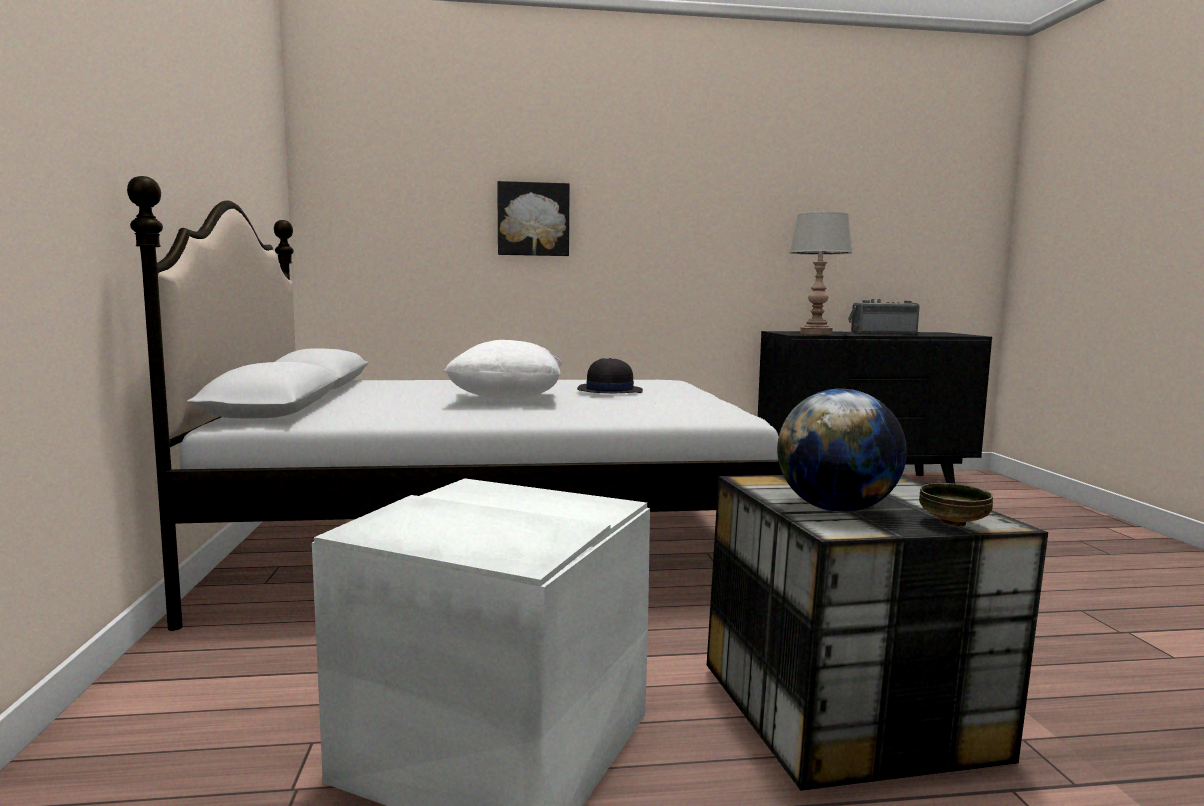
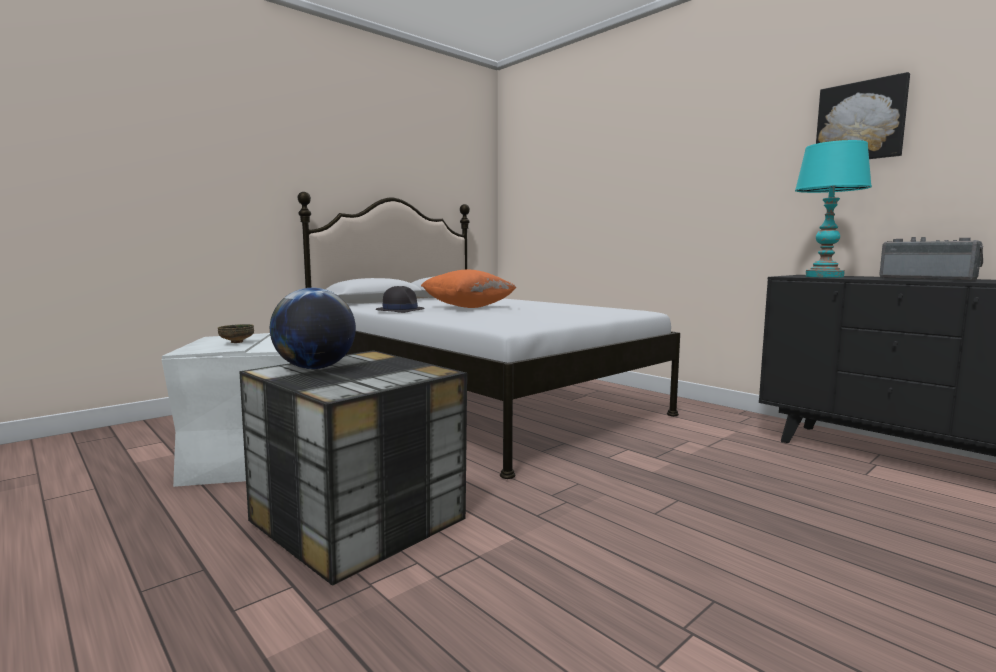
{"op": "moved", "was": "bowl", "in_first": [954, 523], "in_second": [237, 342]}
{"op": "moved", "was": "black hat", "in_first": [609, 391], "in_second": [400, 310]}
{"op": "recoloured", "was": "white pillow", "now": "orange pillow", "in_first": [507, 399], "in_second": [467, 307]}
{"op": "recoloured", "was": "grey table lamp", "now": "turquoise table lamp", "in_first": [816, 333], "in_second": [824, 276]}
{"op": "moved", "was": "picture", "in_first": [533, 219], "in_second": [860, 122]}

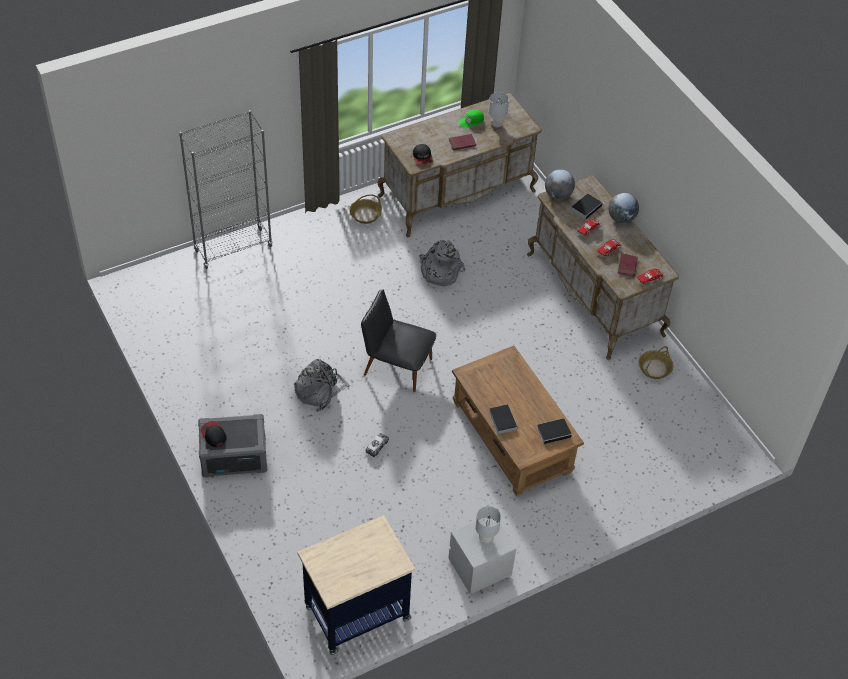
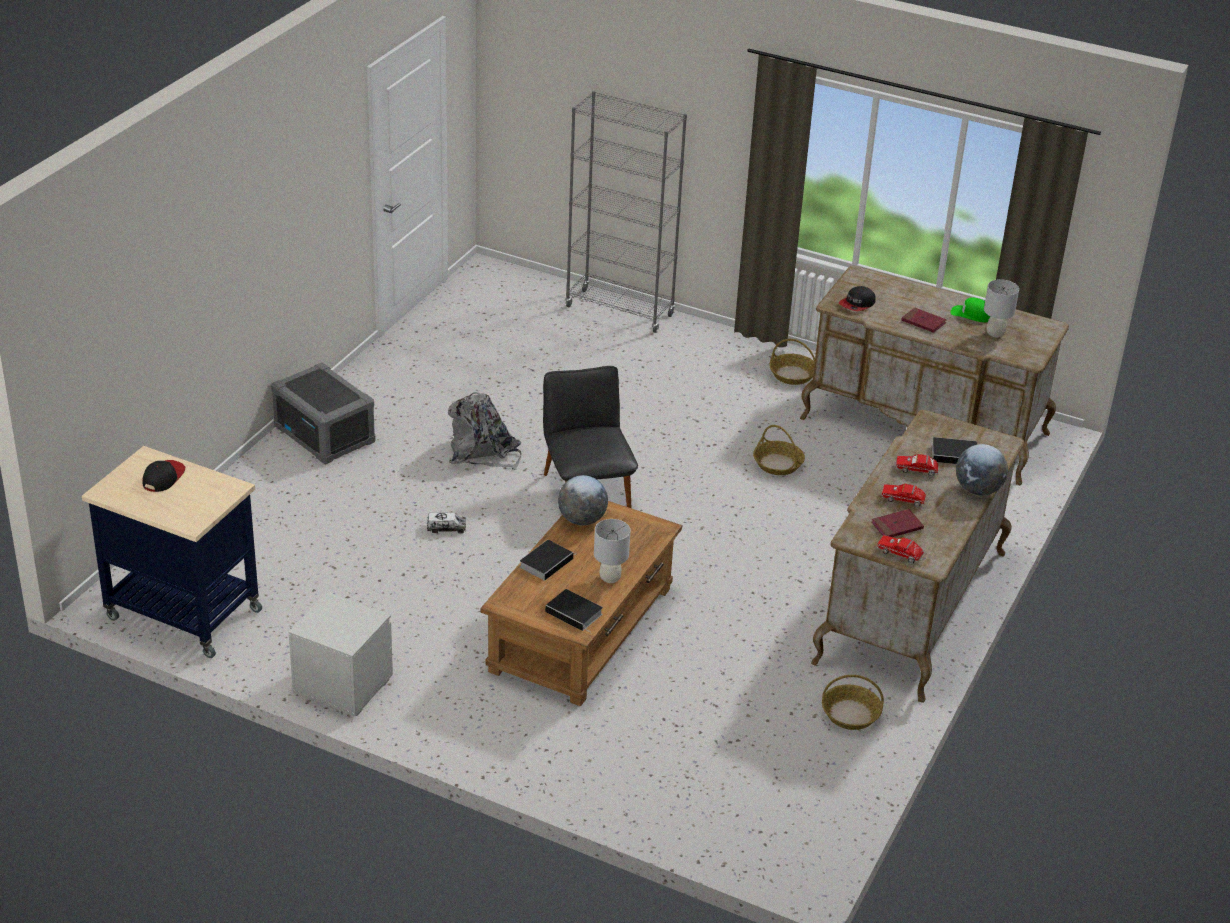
{"op": "moved", "was": "cap", "in_first": [213, 435], "in_second": [163, 477]}
{"op": "moved", "was": "globe", "in_first": [558, 195], "in_second": [582, 520]}
{"op": "moved", "was": "grey table lamp", "in_first": [486, 539], "in_second": [609, 579]}
{"op": "replaced", "was": "grey backpack", "now": "basket", "in_first": [439, 271], "in_second": [778, 464]}

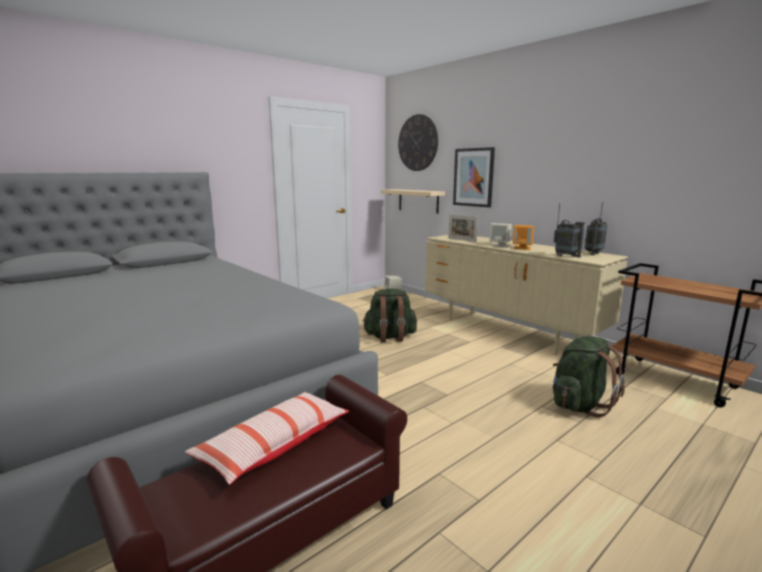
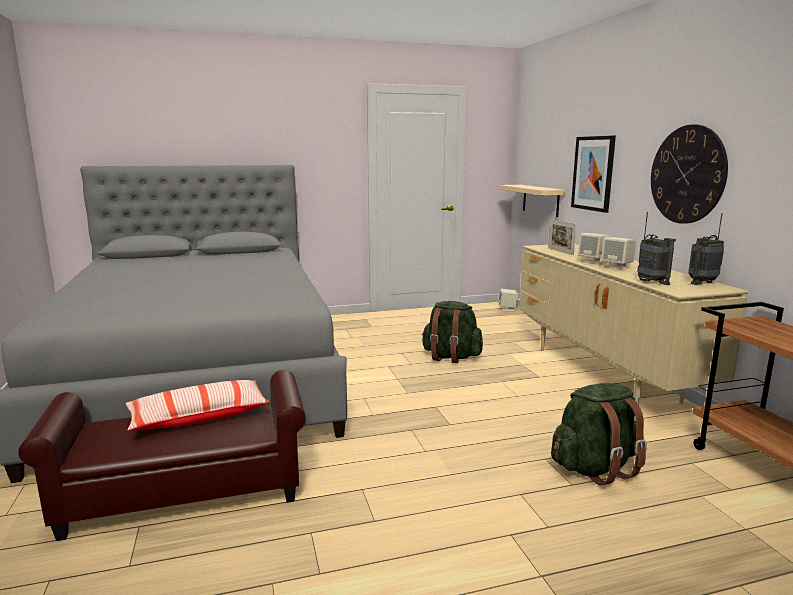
{"op": "recoloured", "was": "orange speaker", "now": "beige speaker", "in_first": [522, 248], "in_second": [617, 267]}
{"op": "moved", "was": "wall clock", "in_first": [418, 143], "in_second": [687, 174]}

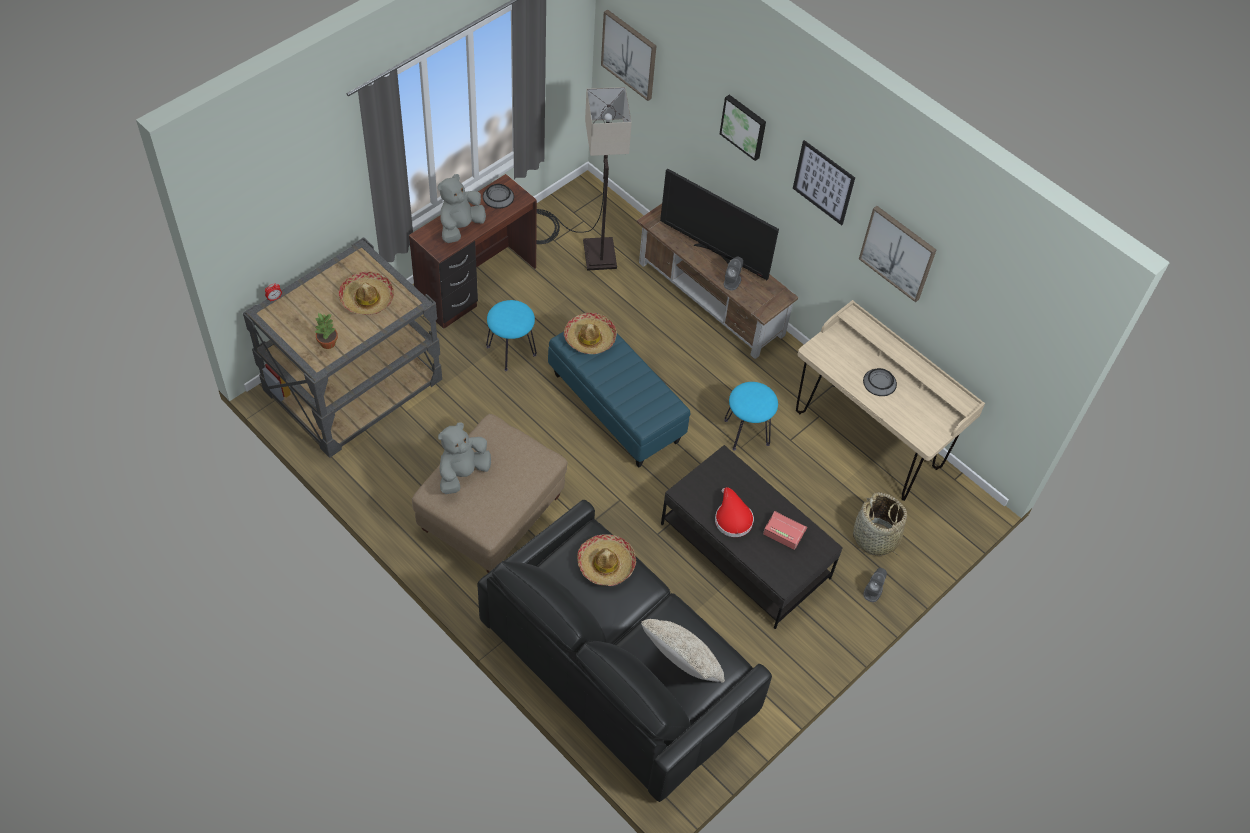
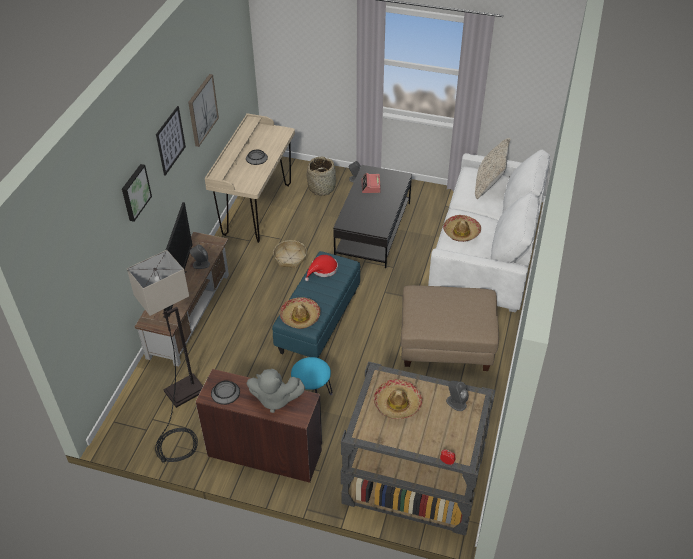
{"op": "replaced", "was": "turquoise stool", "now": "basket", "in_first": [747, 432], "in_second": [290, 258]}
{"op": "moved", "was": "red hat", "in_first": [732, 518], "in_second": [322, 270]}
{"op": "recoloured", "was": "black sofa", "now": "white sofa", "in_first": [617, 666], "in_second": [486, 249]}
{"op": "replaced", "was": "potted plant", "now": "grey speaker", "in_first": [328, 343], "in_second": [456, 403]}
{"op": "removed", "was": "grey plush toy", "in_first": [462, 473]}
{"op": "removed", "was": "picture", "in_first": [629, 54]}

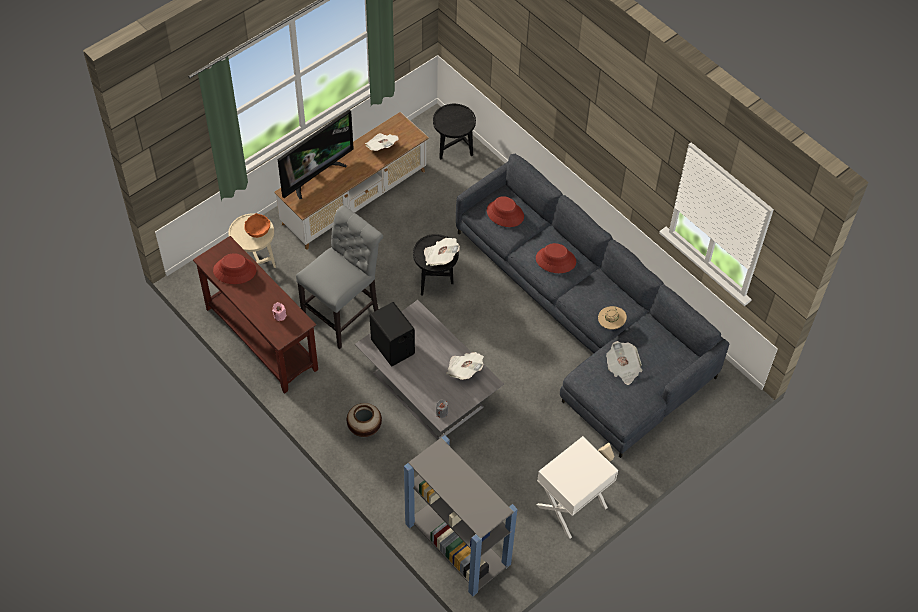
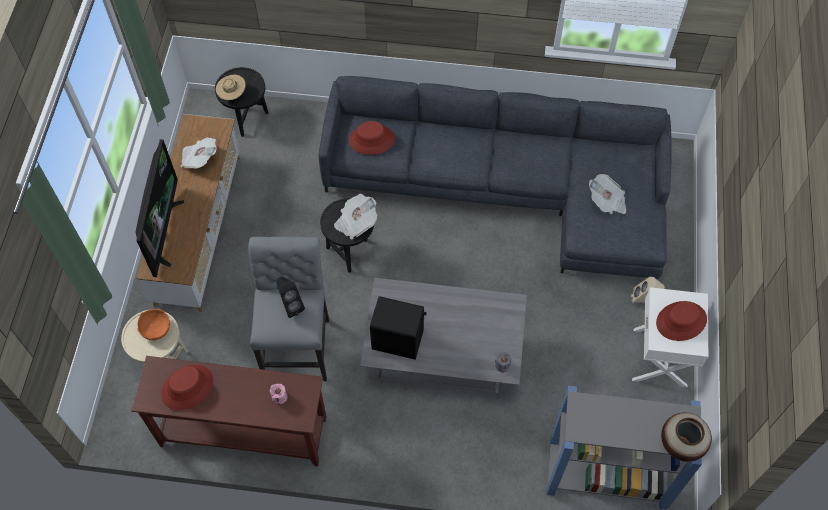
{"op": "moved", "was": "beige hat", "in_first": [611, 323], "in_second": [232, 94]}
{"op": "added", "now": "black speaker", "in_second": [290, 305]}
{"op": "moved", "was": "red hat", "in_first": [555, 260], "in_second": [681, 321]}
{"op": "moved", "was": "vase", "in_first": [364, 428], "in_second": [680, 444]}
{"op": "removed", "was": "newspaper", "in_first": [464, 370]}

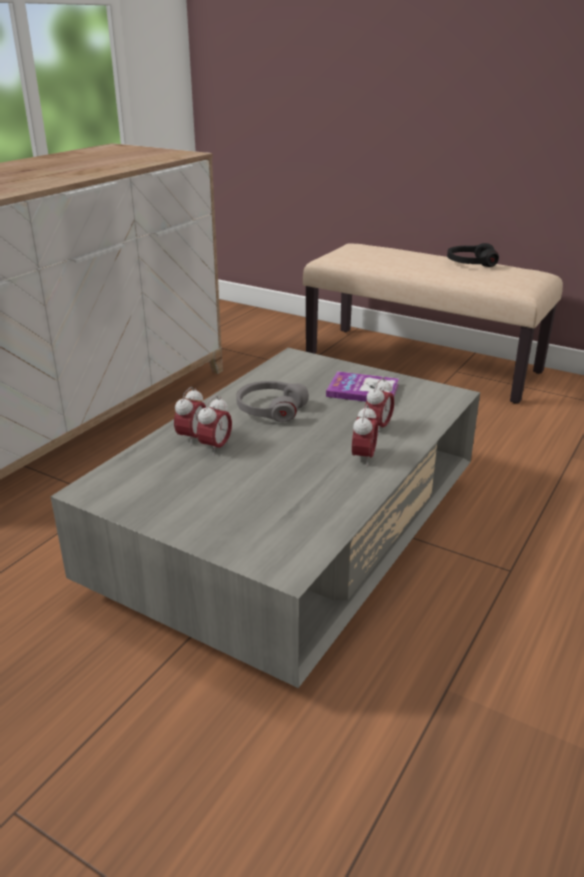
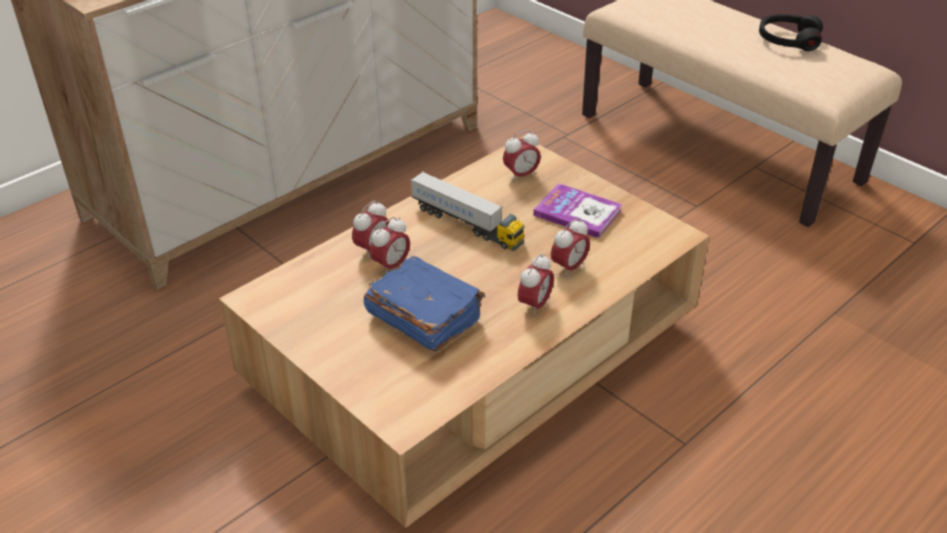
{"op": "recoloured", "was": "grey coffee table", "now": "brown coffee table", "in_first": [292, 534], "in_second": [473, 356]}
{"op": "added", "now": "blue book", "in_second": [423, 317]}
{"op": "replaced", "was": "grey headphones", "now": "toy truck", "in_first": [270, 409], "in_second": [466, 224]}
{"op": "added", "now": "alarm clock", "in_second": [521, 175]}

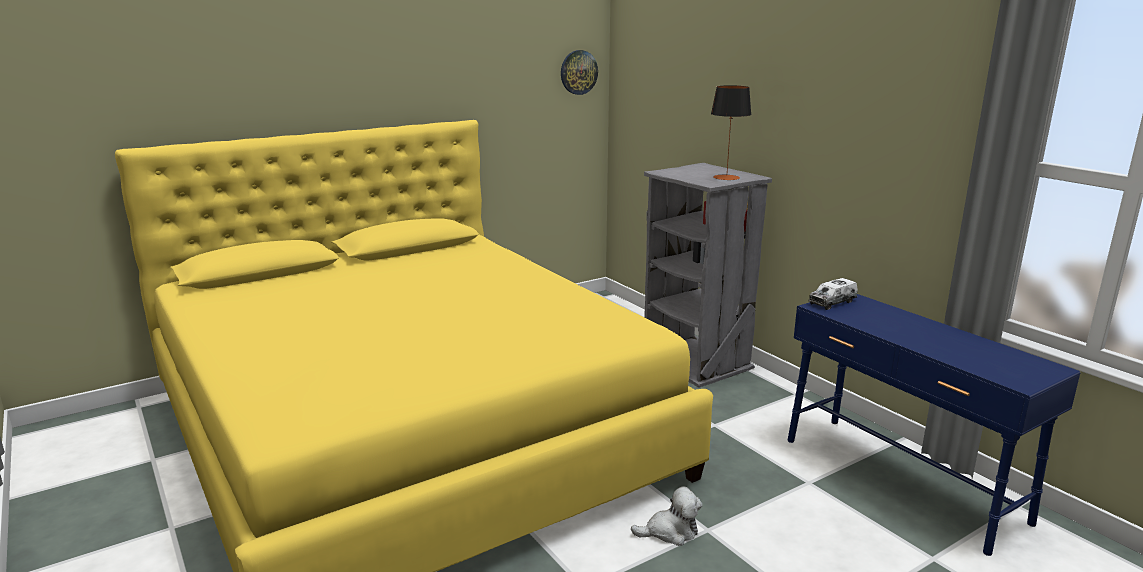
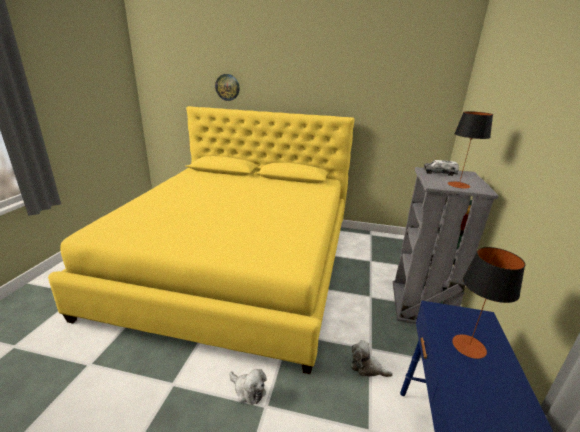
{"op": "moved", "was": "wall clock", "in_first": [578, 72], "in_second": [227, 87]}
{"op": "added", "now": "plush toy", "in_second": [367, 367]}
{"op": "moved", "was": "toy truck", "in_first": [832, 302], "in_second": [439, 173]}
{"op": "added", "now": "table lamp", "in_second": [469, 346]}

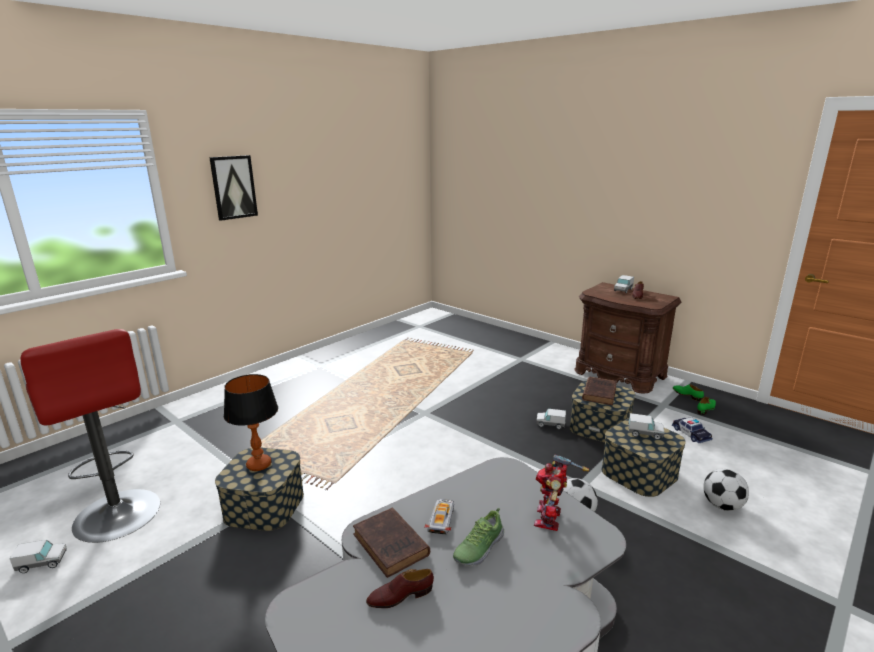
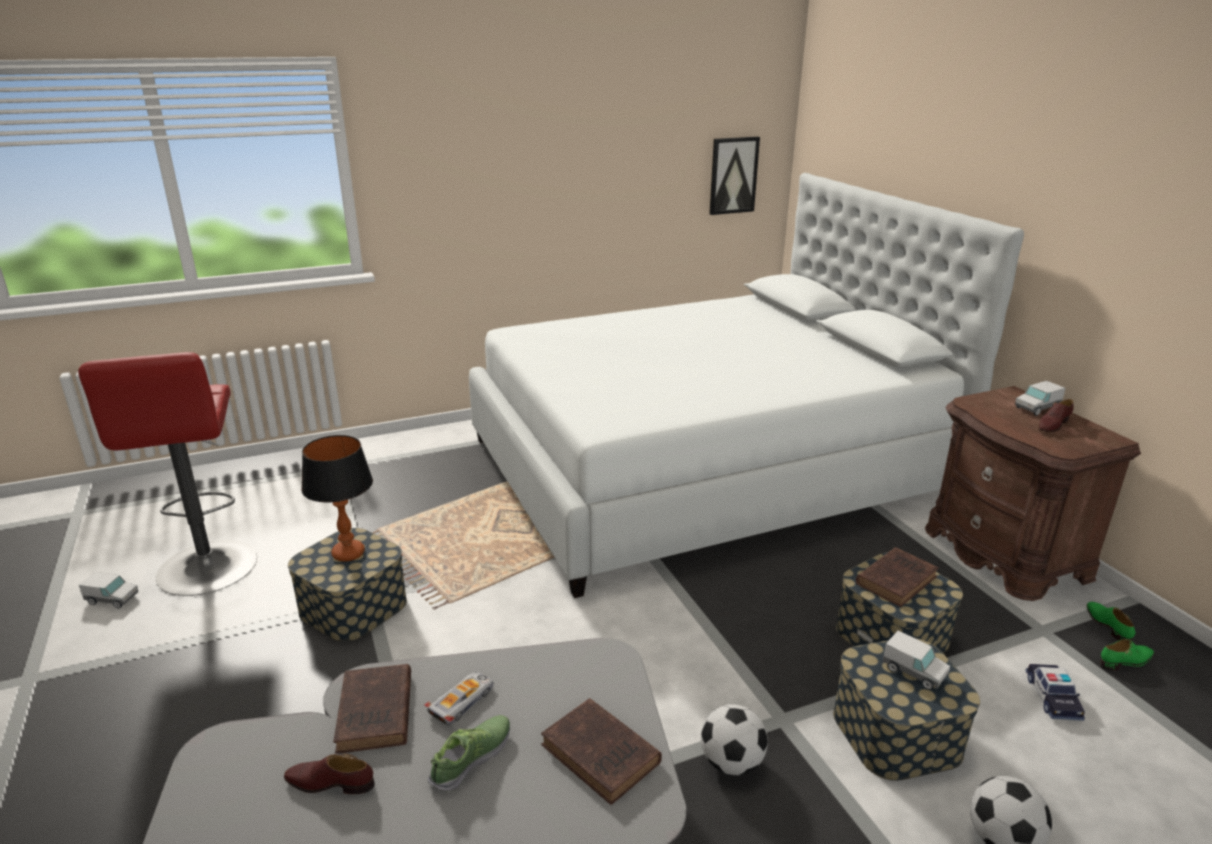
{"op": "turned", "was": "shoe", "in_first": [478, 548], "in_second": [472, 759], "clockwise": 150}
{"op": "added", "now": "white bed", "in_second": [705, 468]}
{"op": "replaced", "was": "toy robot", "now": "brown book", "in_first": [550, 519], "in_second": [602, 756]}
{"op": "moved", "was": "picture", "in_first": [233, 187], "in_second": [733, 175]}
{"op": "removed", "was": "toy truck", "in_first": [550, 424]}

